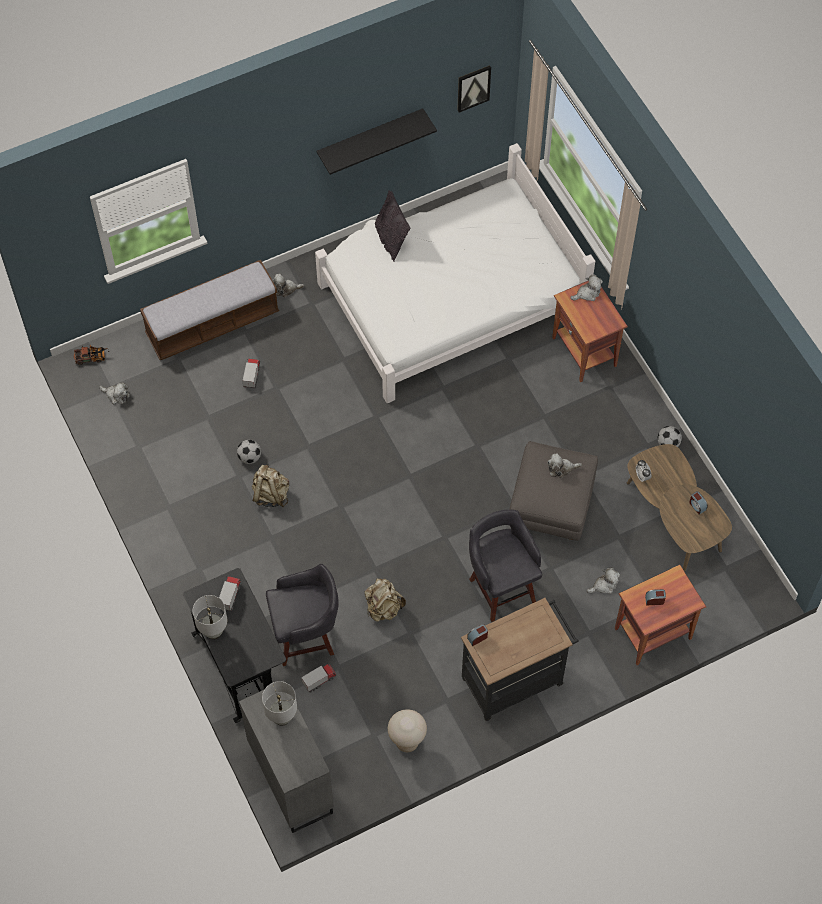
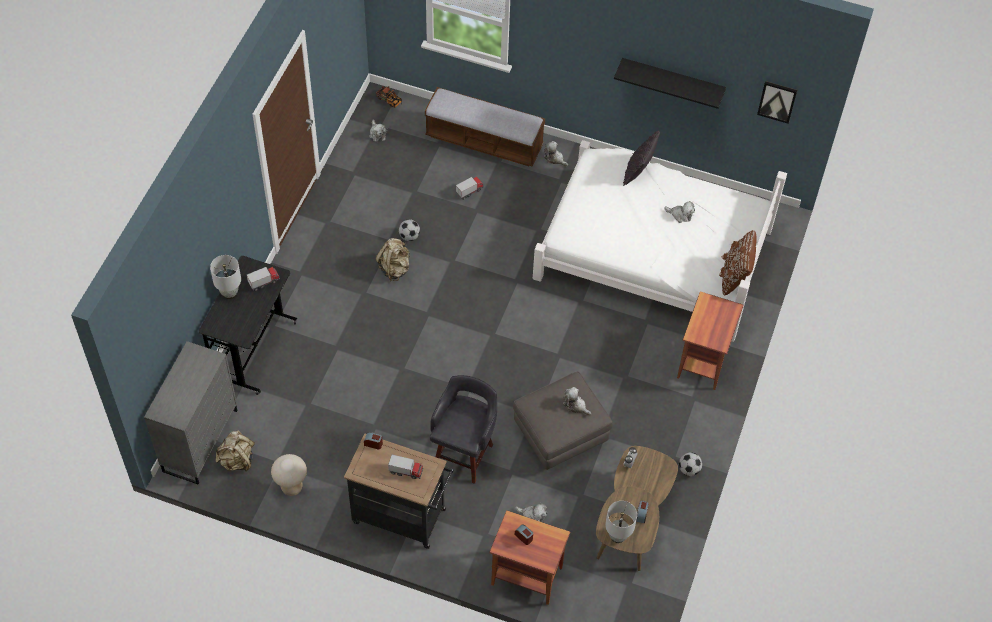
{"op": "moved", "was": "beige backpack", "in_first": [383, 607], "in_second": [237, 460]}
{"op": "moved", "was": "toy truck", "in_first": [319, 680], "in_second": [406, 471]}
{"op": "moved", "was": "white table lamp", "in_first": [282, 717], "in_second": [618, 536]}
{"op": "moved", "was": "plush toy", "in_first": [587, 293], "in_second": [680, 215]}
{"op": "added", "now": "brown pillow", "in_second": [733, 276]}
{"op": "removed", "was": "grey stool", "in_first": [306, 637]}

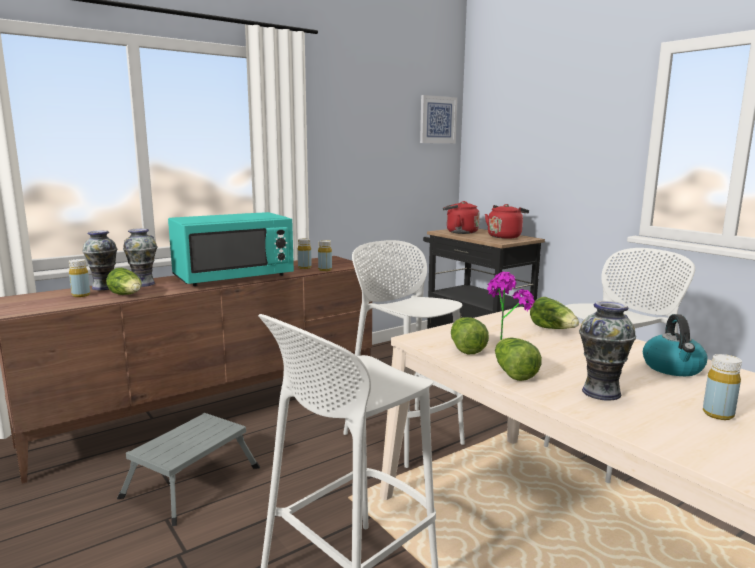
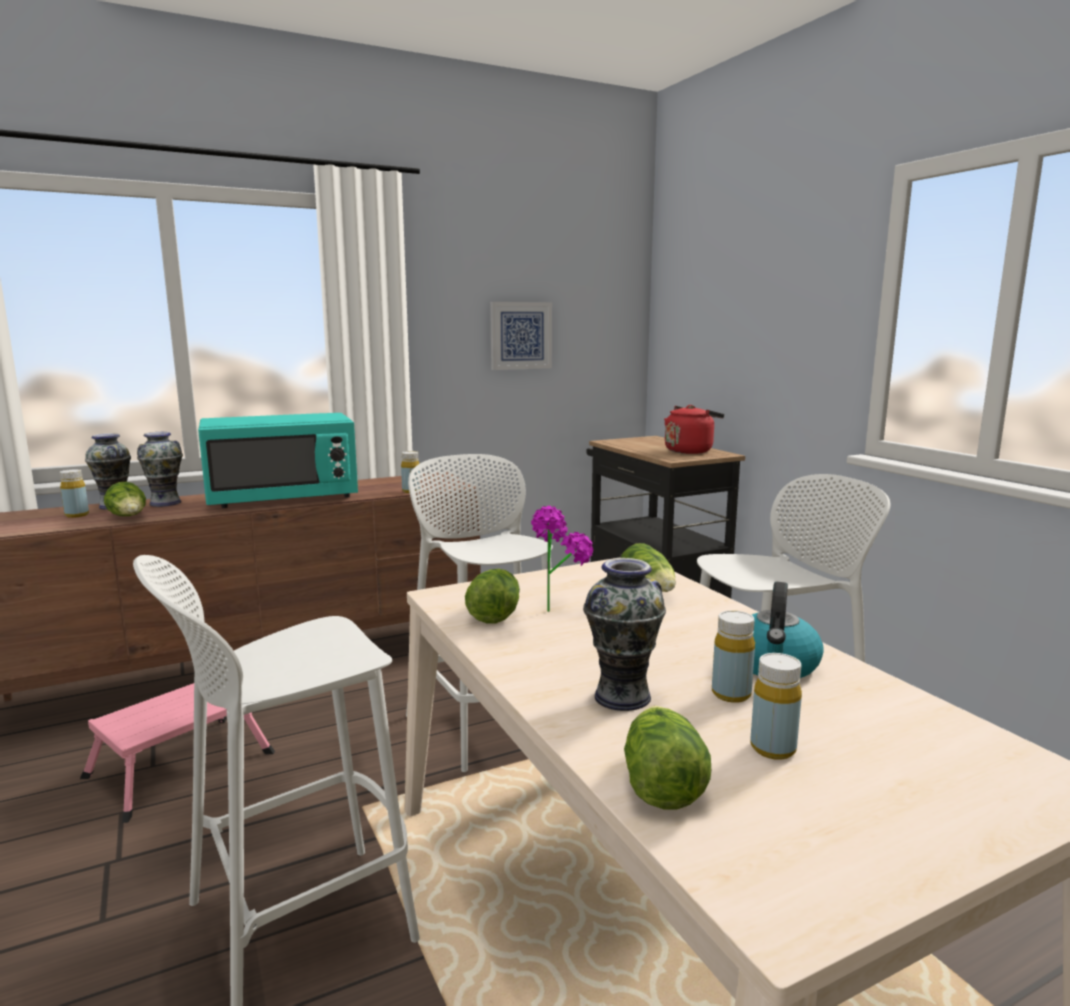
{"op": "recoloured", "was": "grey step ladder", "now": "pink step ladder", "in_first": [191, 482], "in_second": [179, 765]}
{"op": "moved", "was": "picture", "in_first": [437, 120], "in_second": [520, 335]}
{"op": "moved", "was": "lettuce", "in_first": [513, 372], "in_second": [661, 783]}
{"op": "moved", "was": "yellow bottle", "in_first": [304, 268], "in_second": [731, 694]}
{"op": "removed", "was": "red kettle", "in_first": [459, 232]}

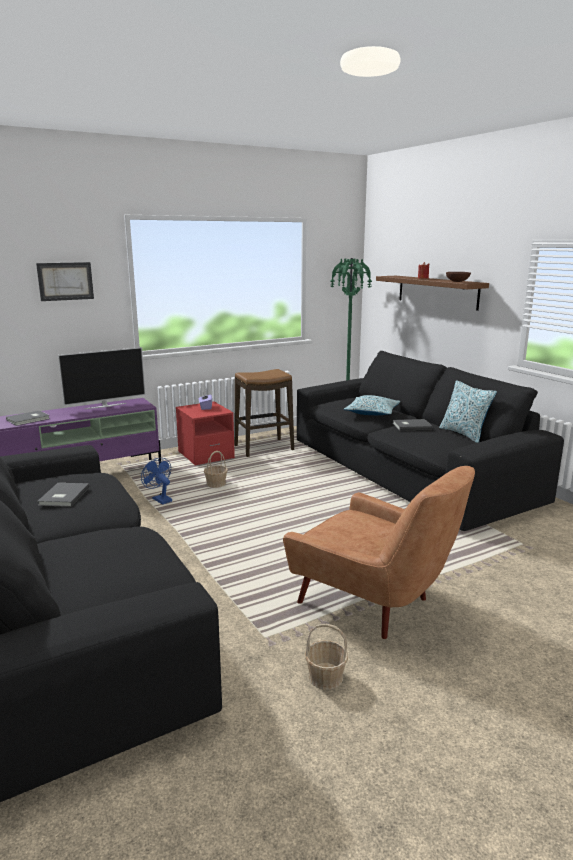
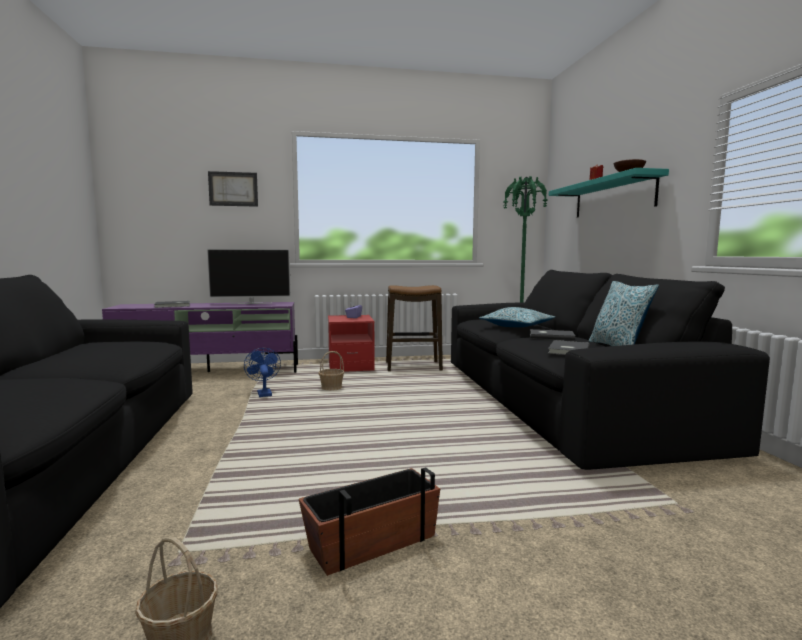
{"op": "replaced", "was": "brown armchair", "now": "planter", "in_first": [374, 604], "in_second": [372, 541]}
{"op": "moved", "was": "grey book", "in_first": [63, 496], "in_second": [567, 350]}
{"op": "recoloured", "was": "brown shelf", "now": "turquoise shelf", "in_first": [437, 292], "in_second": [613, 197]}

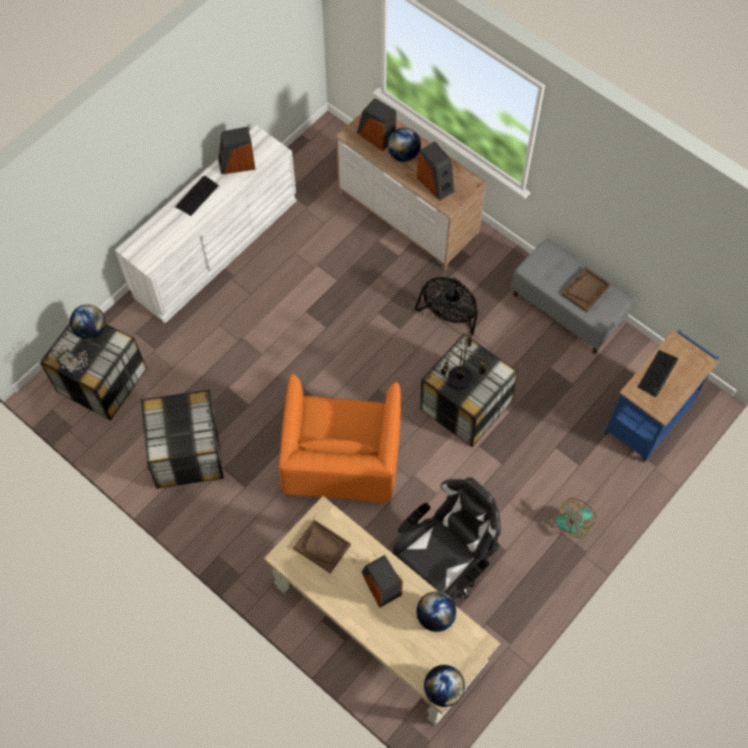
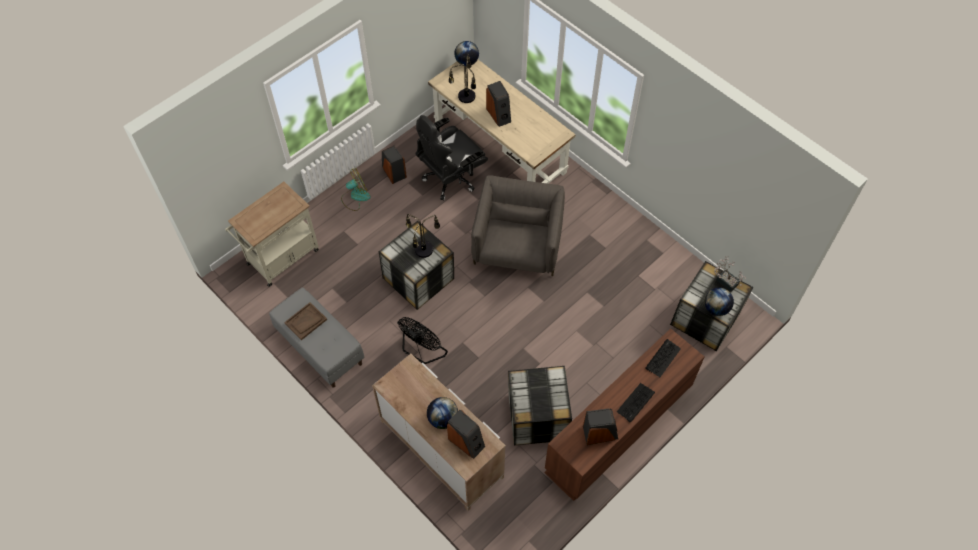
{"op": "recoloured", "was": "blue cart", "now": "beige cart", "in_first": [649, 418], "in_second": [281, 259]}
{"op": "moved", "was": "speaker", "in_first": [435, 184], "in_second": [393, 172]}
{"op": "replaced", "was": "globe", "now": "table lamp", "in_first": [435, 616], "in_second": [466, 96]}
{"op": "recoloured", "was": "orange armchair", "now": "grey armchair", "in_first": [341, 460], "in_second": [517, 247]}
{"op": "moved", "was": "storage box", "in_first": [187, 453], "in_second": [537, 416]}
{"op": "recoloured", "was": "white dresser", "now": "brown dresser", "in_first": [215, 246], "in_second": [619, 430]}
{"op": "moved", "was": "keyboard", "in_first": [657, 373], "in_second": [662, 358]}
{"op": "removed", "was": "brown tray", "in_first": [322, 546]}

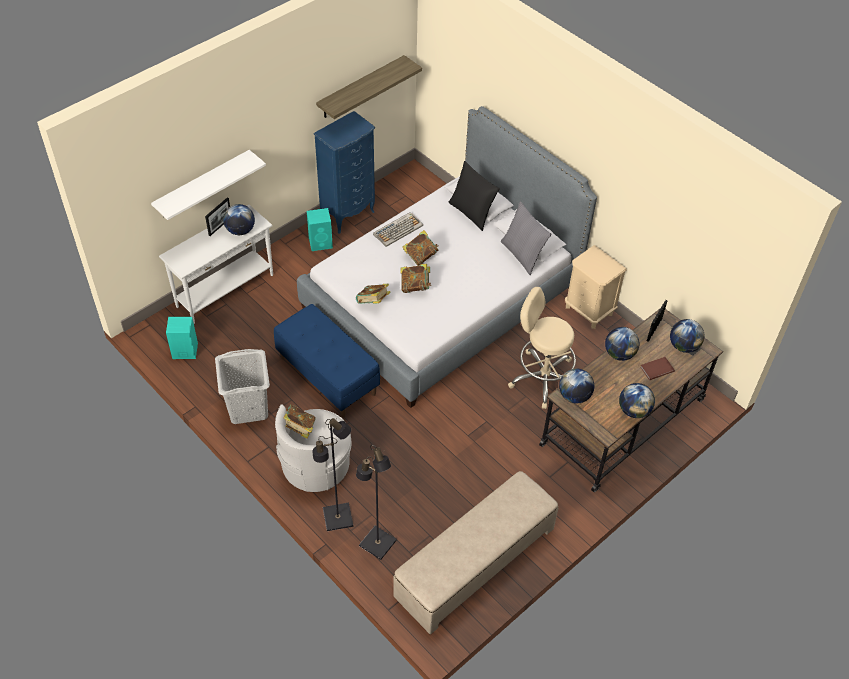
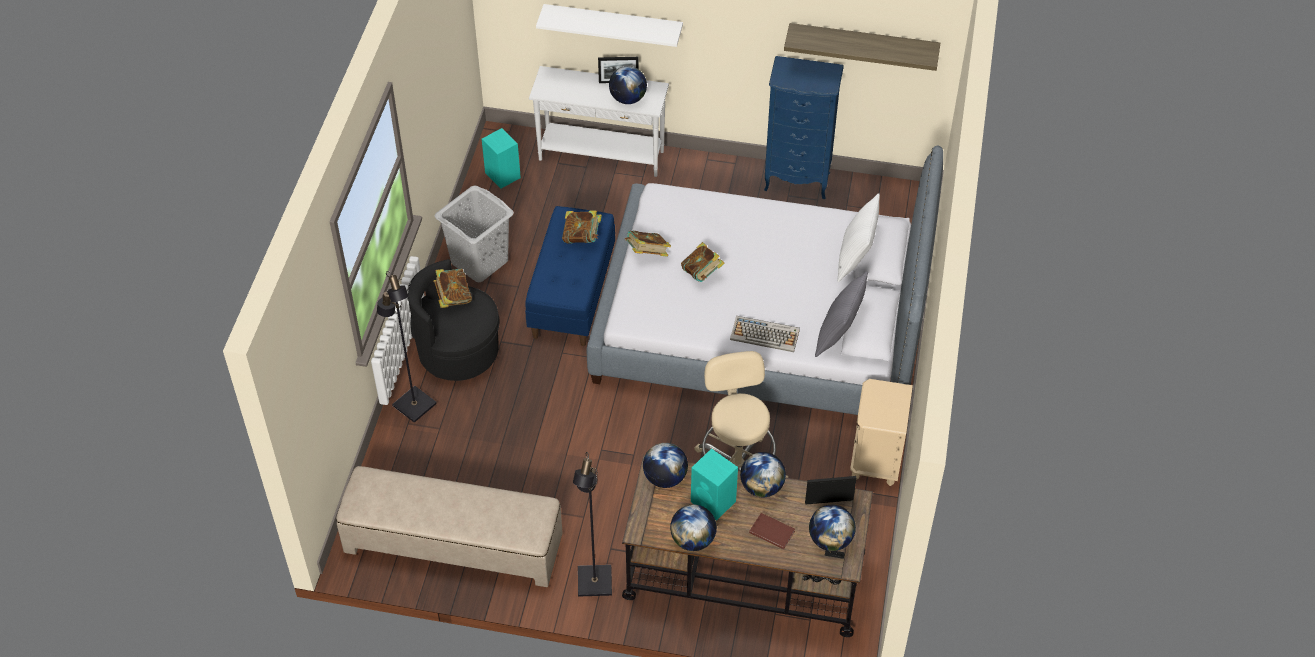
{"op": "recoloured", "was": "white armchair", "now": "black armchair", "in_first": [316, 465], "in_second": [459, 352]}
{"op": "moved", "was": "book", "in_first": [420, 256], "in_second": [582, 237]}
{"op": "moved", "was": "black floor lamp", "in_first": [377, 543], "in_second": [595, 581]}
{"op": "moved", "was": "turquoise speaker", "in_first": [321, 243], "in_second": [714, 502]}
{"op": "moved", "was": "keyboard", "in_first": [398, 229], "in_second": [765, 334]}
{"op": "recoloured", "was": "black pillow", "now": "white pillow", "in_first": [472, 213], "in_second": [855, 258]}

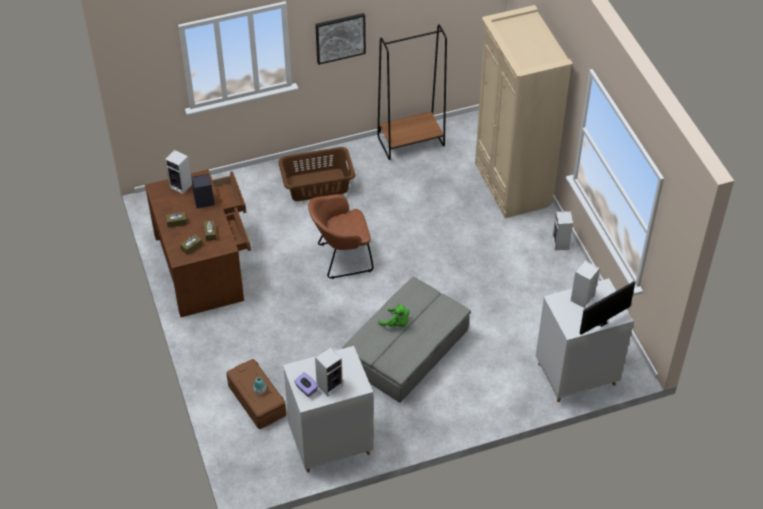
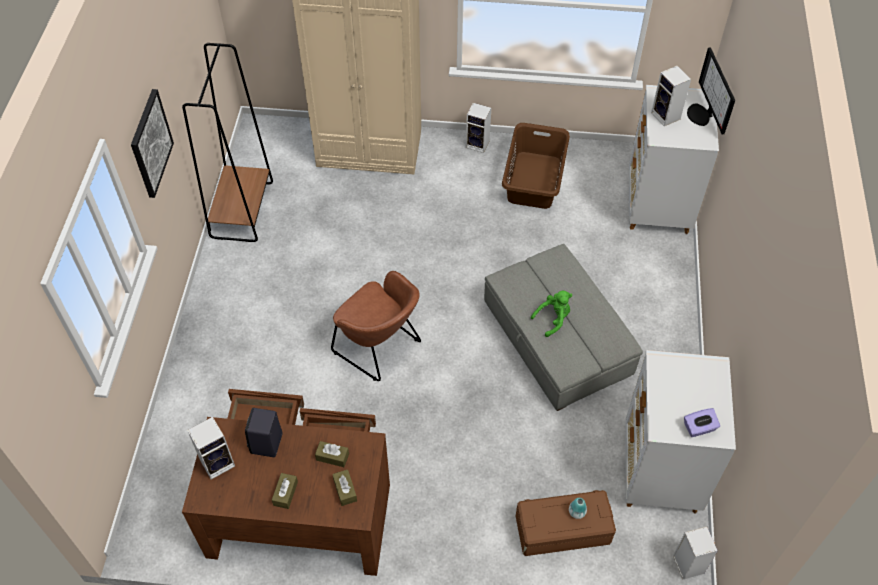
{"op": "turned", "was": "brown armchair", "in_first": [341, 257], "in_second": [380, 349], "clockwise": -60}
{"op": "moved", "was": "brown laundry basket", "in_first": [317, 185], "in_second": [533, 180]}
{"op": "moved", "was": "speaker", "in_first": [330, 385], "in_second": [687, 563]}

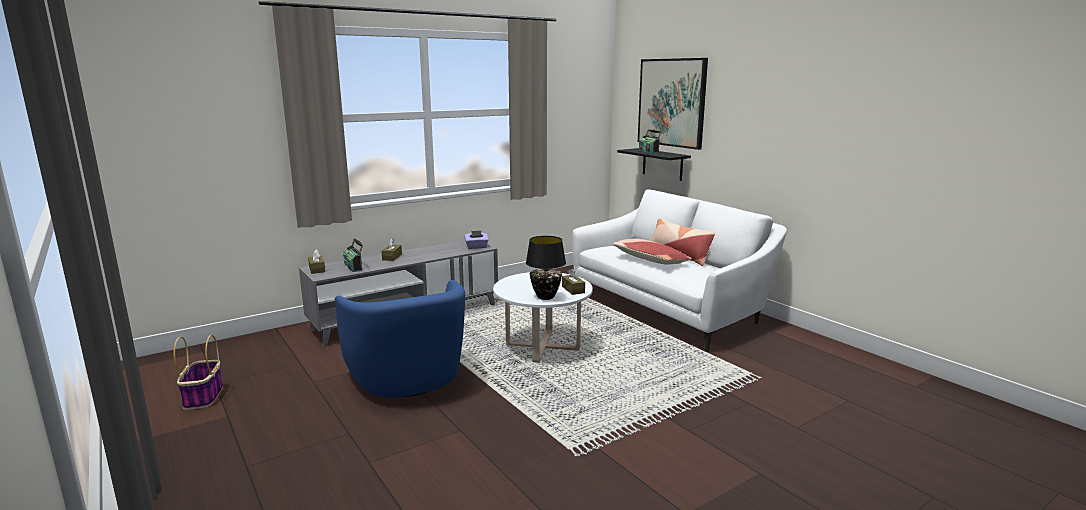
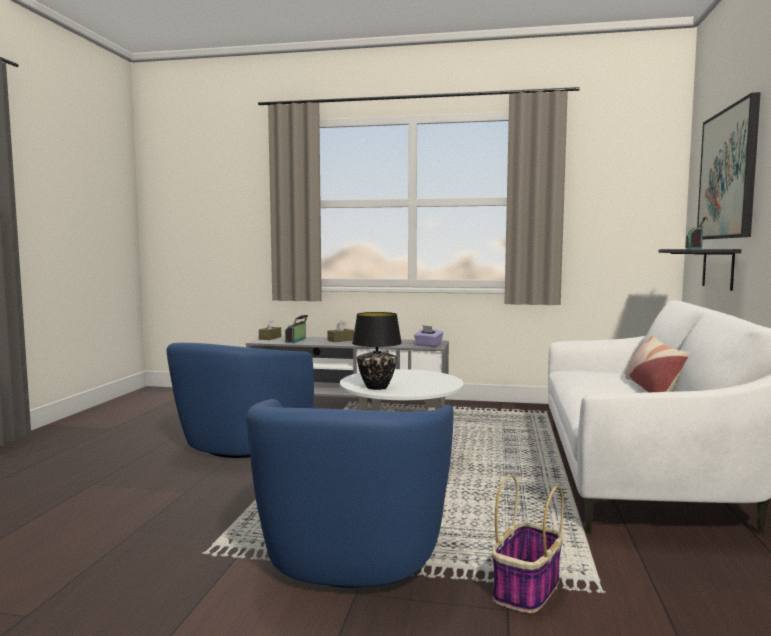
{"op": "added", "now": "blue armchair", "in_second": [351, 559]}
{"op": "moved", "was": "basket", "in_first": [203, 397], "in_second": [526, 590]}
{"op": "removed", "was": "brown tissue box", "in_first": [573, 289]}
{"op": "removed", "was": "pillow", "in_first": [649, 260]}

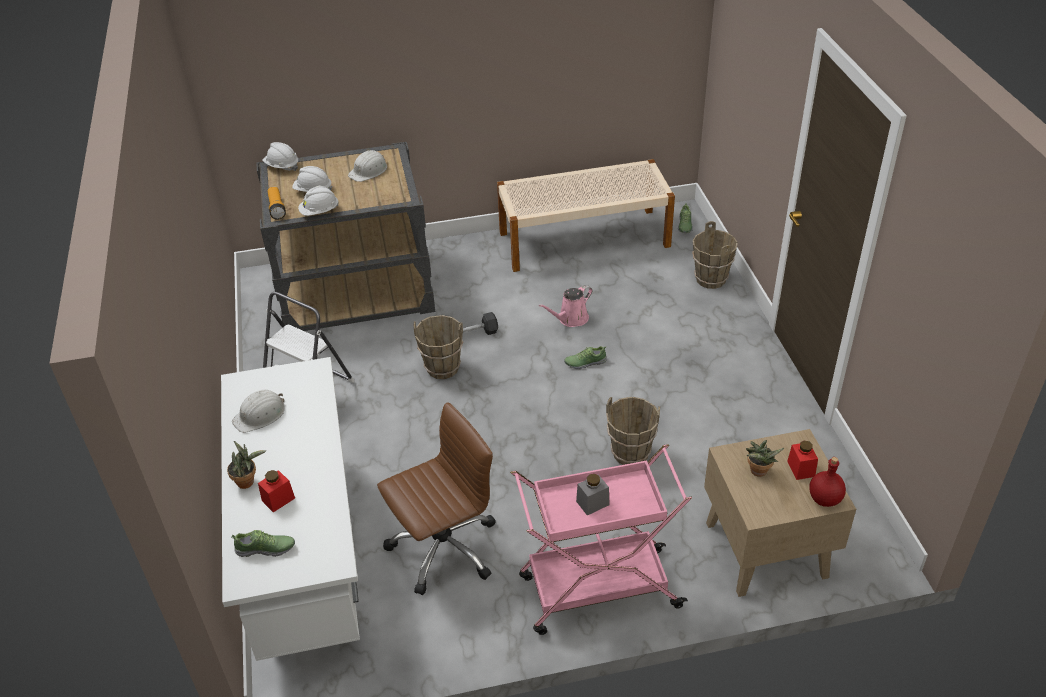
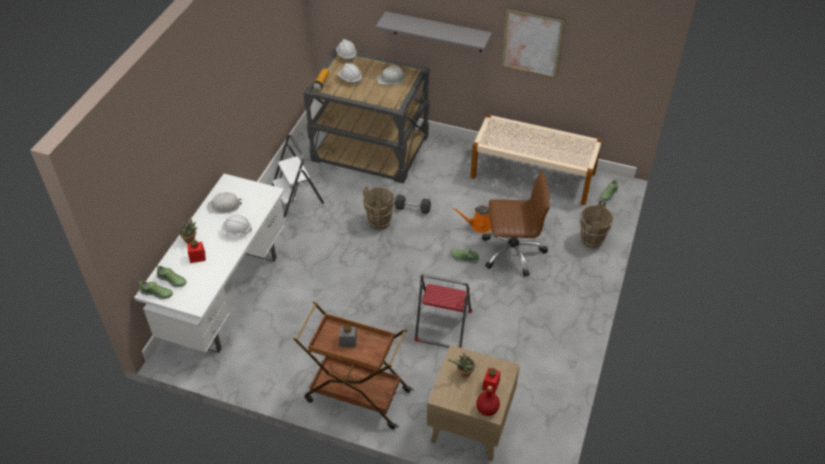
{"op": "added", "now": "shoe", "in_second": [157, 293]}
{"op": "moved", "was": "white hard hat", "in_first": [319, 212], "in_second": [236, 231]}
{"op": "recoloured", "was": "pink cart", "now": "brown cart", "in_first": [599, 591], "in_second": [357, 396]}
{"op": "added", "now": "grey shelf", "in_second": [437, 32]}
{"op": "replaced", "was": "brown bucket", "now": "red step ladder", "in_first": [630, 453], "in_second": [442, 327]}
{"op": "recoloured", "was": "pink watering can", "now": "orange watering can", "in_first": [570, 319], "in_second": [479, 225]}
{"op": "moved", "was": "brown office chair", "in_first": [444, 548], "in_second": [513, 252]}
{"op": "added", "now": "picture", "in_second": [532, 43]}

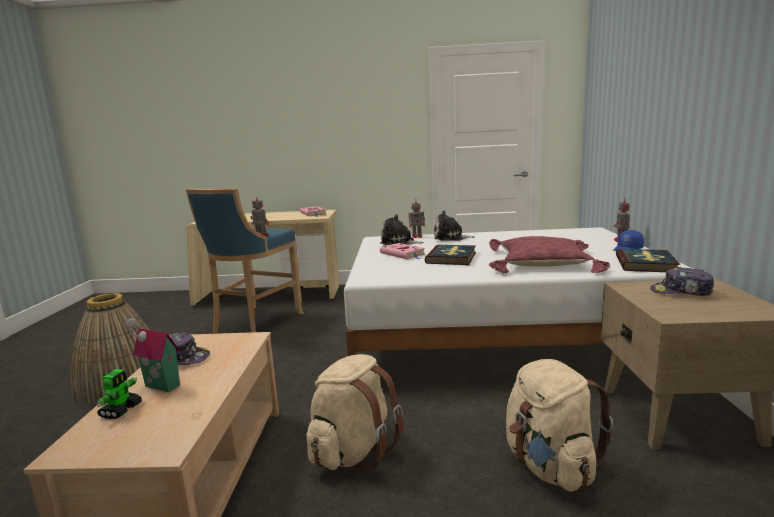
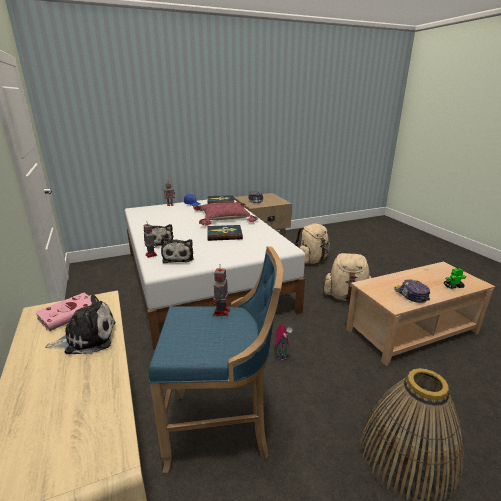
{"op": "added", "now": "plush toy", "in_second": [87, 338]}
{"op": "moved", "was": "toy house", "in_first": [160, 387], "in_second": [282, 354]}
{"op": "removed", "was": "pink book", "in_first": [403, 254]}

